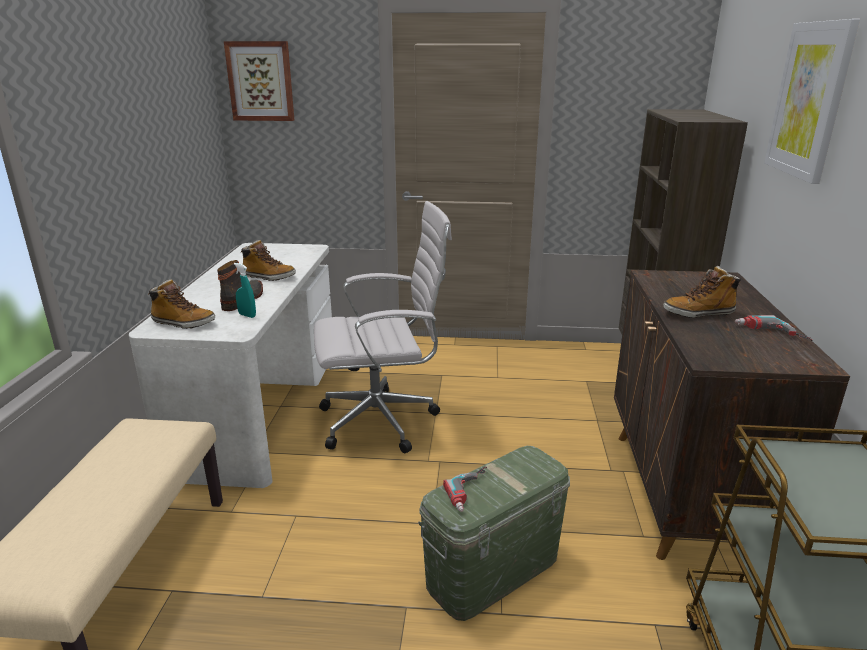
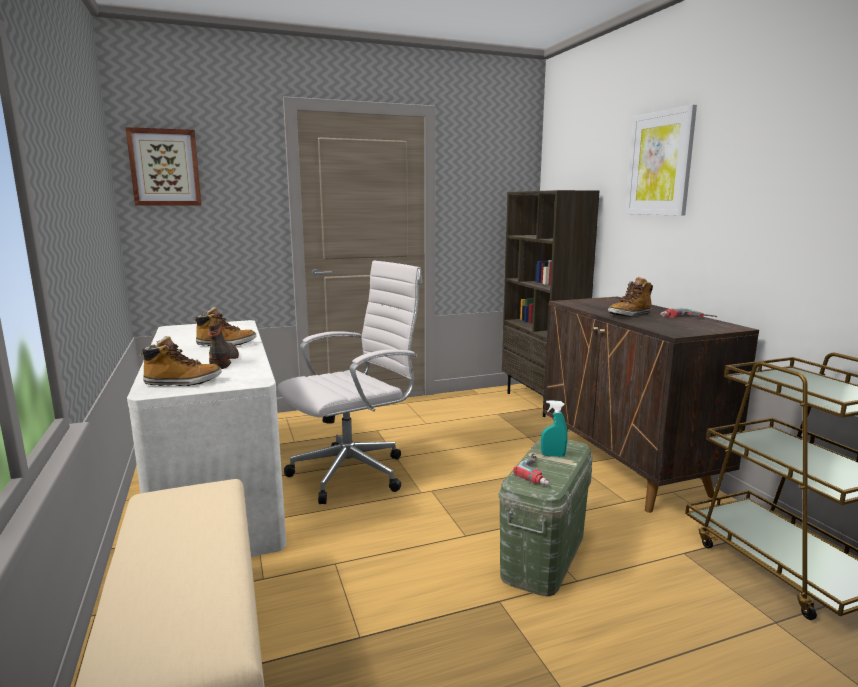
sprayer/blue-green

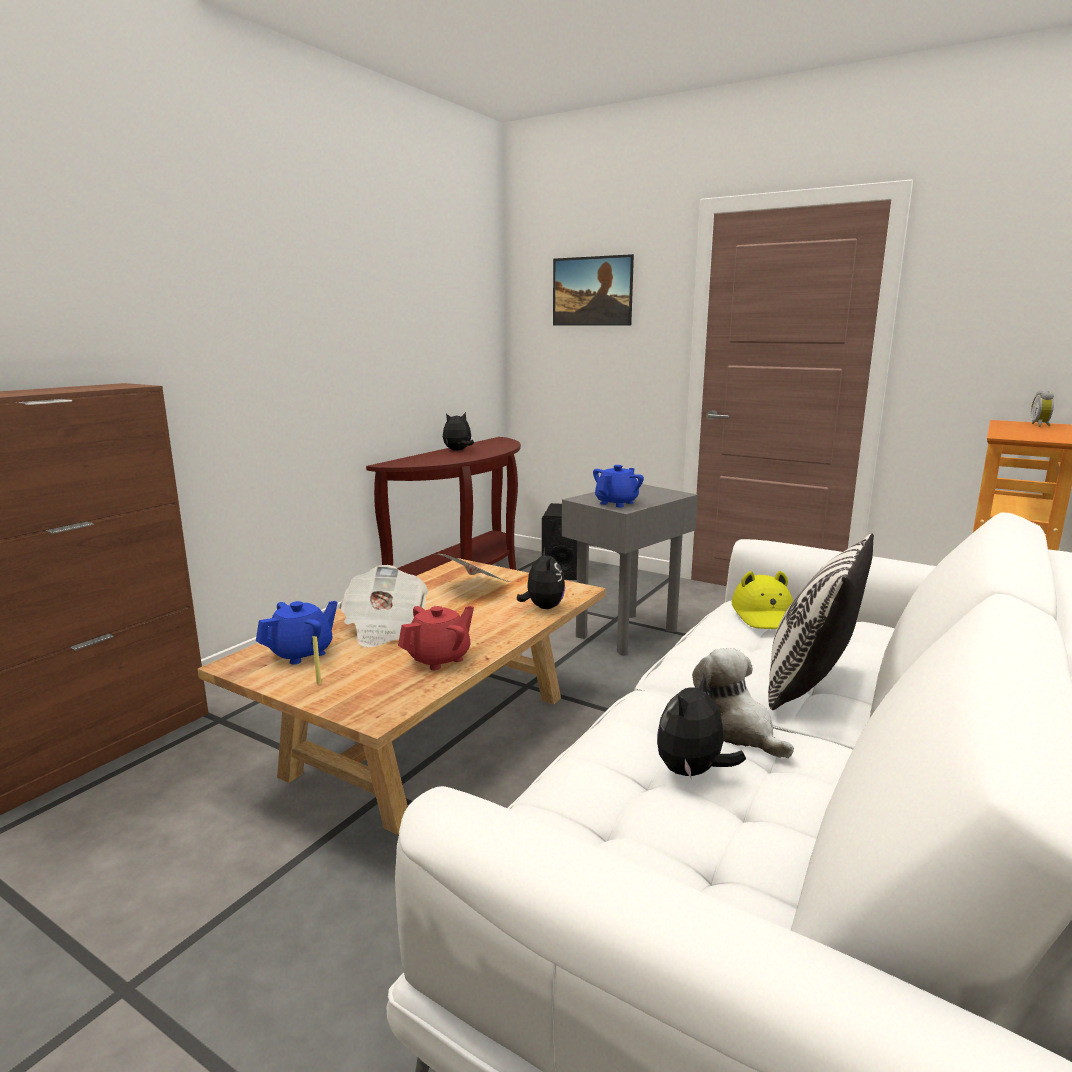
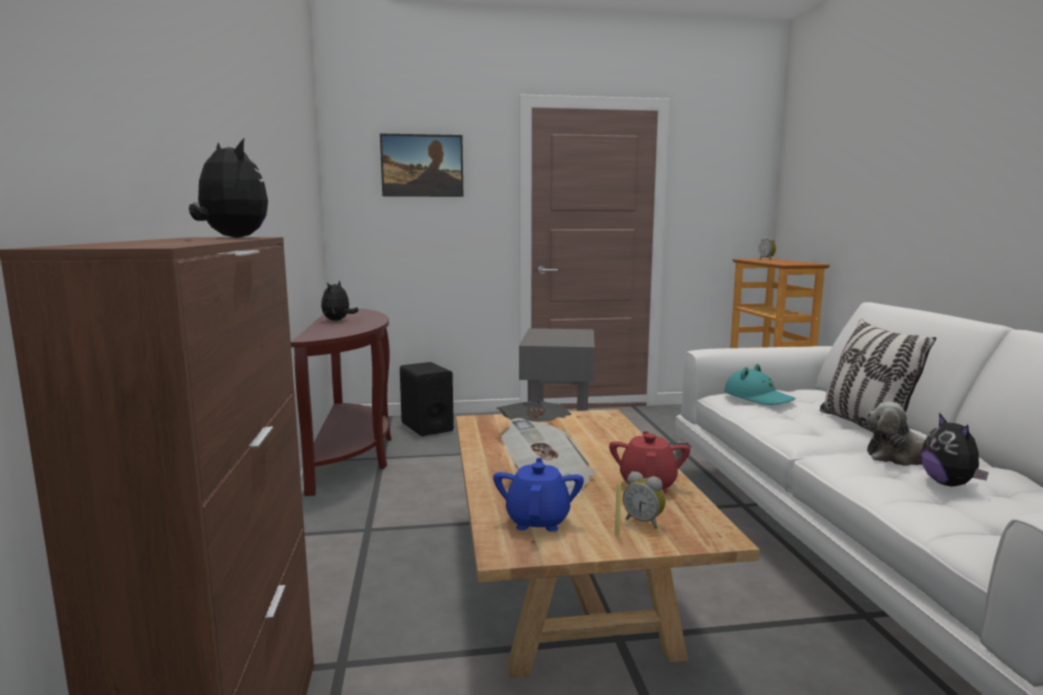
teapot/blue (no. 2 from left in the first image)
alarm clock (no. 1 from left)
soft toy (no. 1 from left)
hat/blue-green

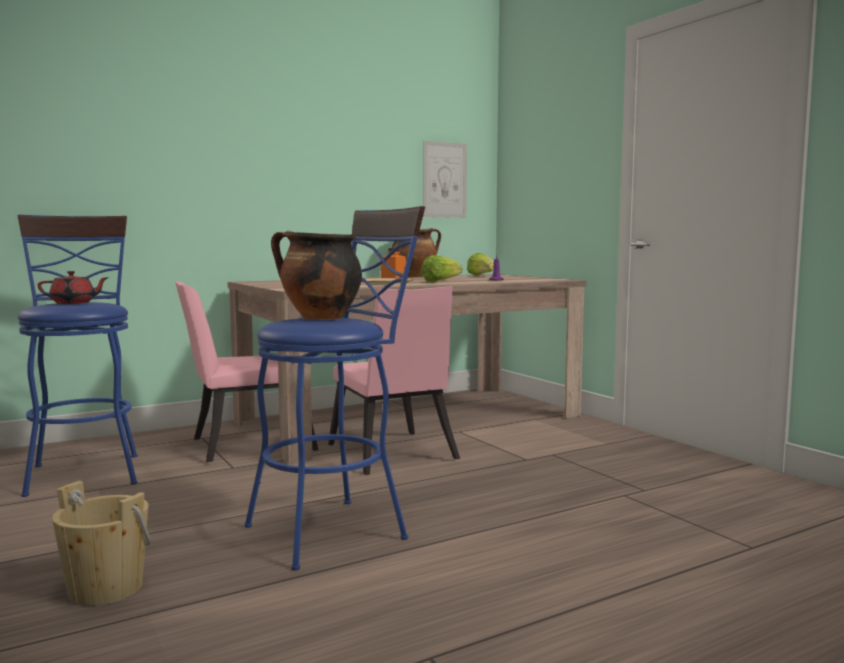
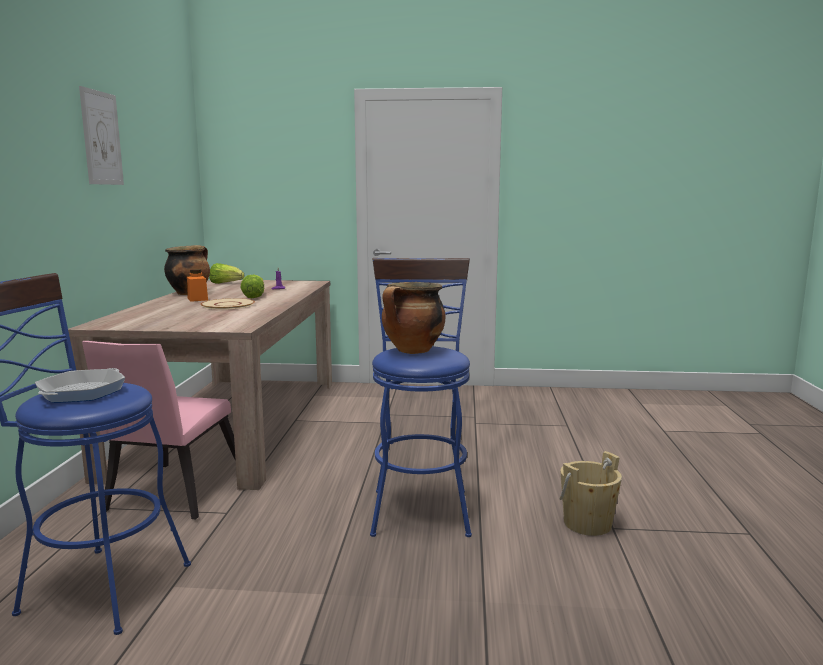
plain chair/pink (no. 2 from left in the first image)
bucket/beige-coloured
wall picture
skillet

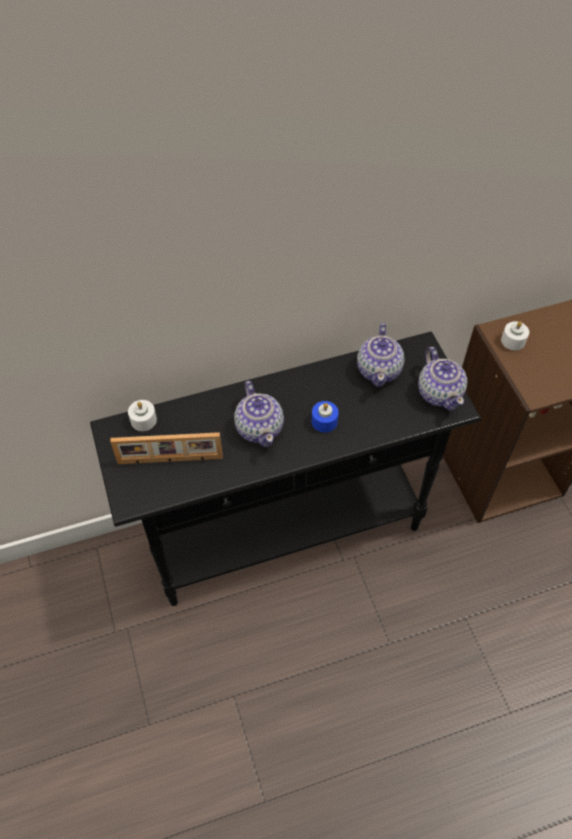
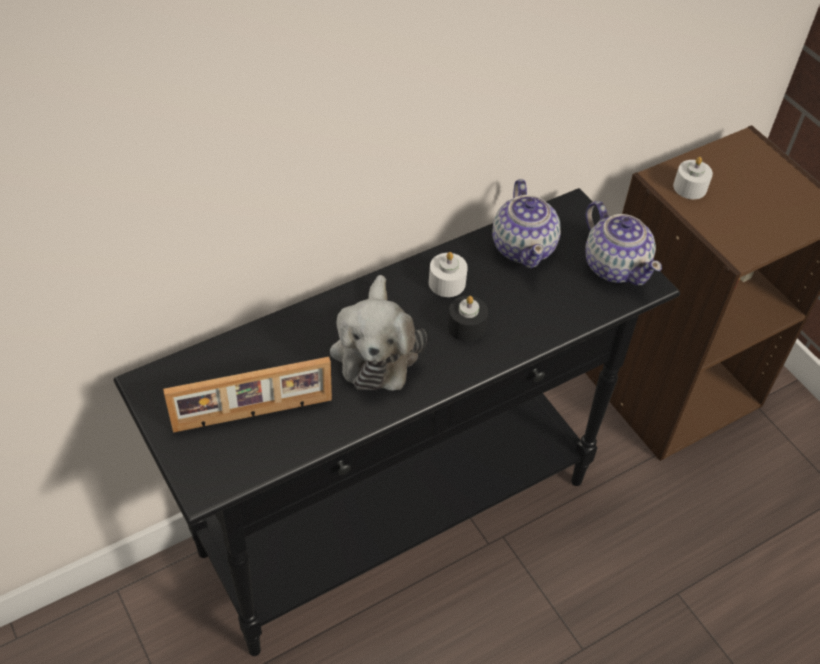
wax candle/white (no. 1 from left)
soft toy
wax candle/black-coloured

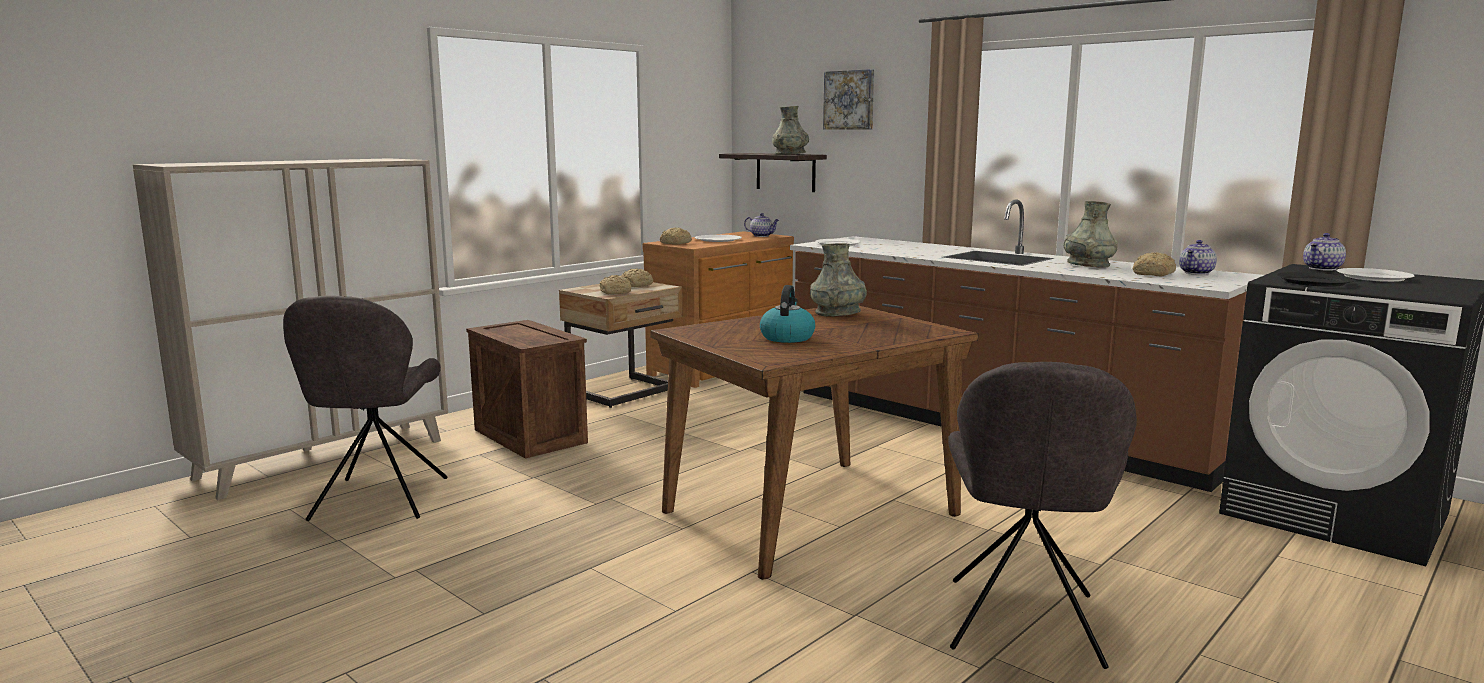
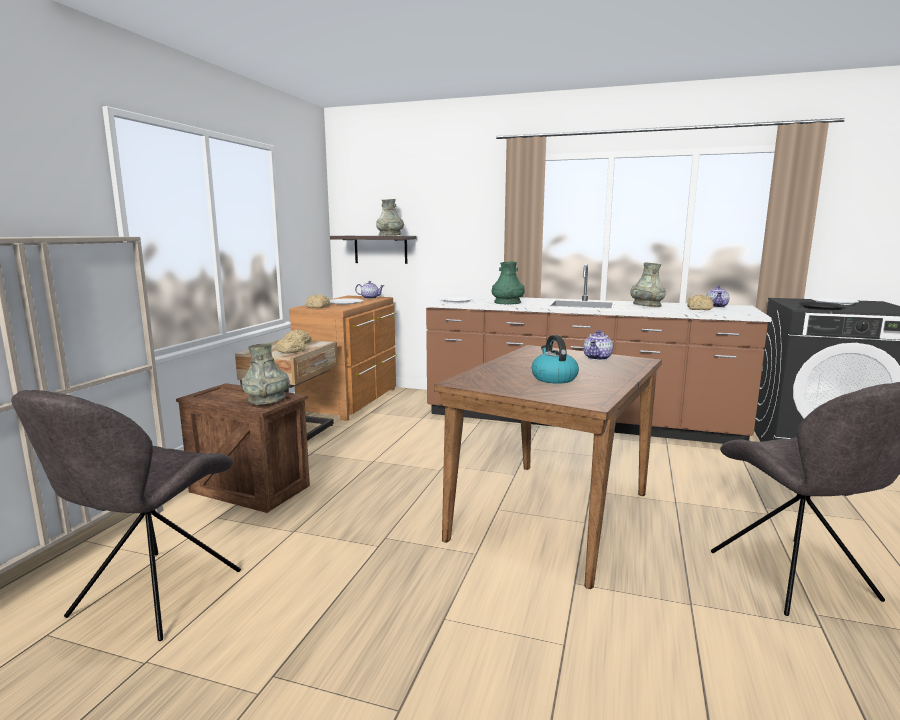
wall picture
decorative vase/green-coloured
decorative vase/grey (no. 1 from left)
teapot (no. 2 from left)
plain chair/grey (no. 1 from left)

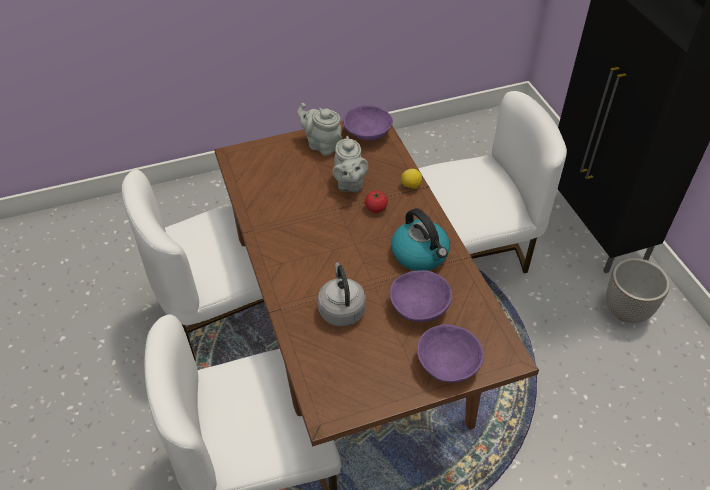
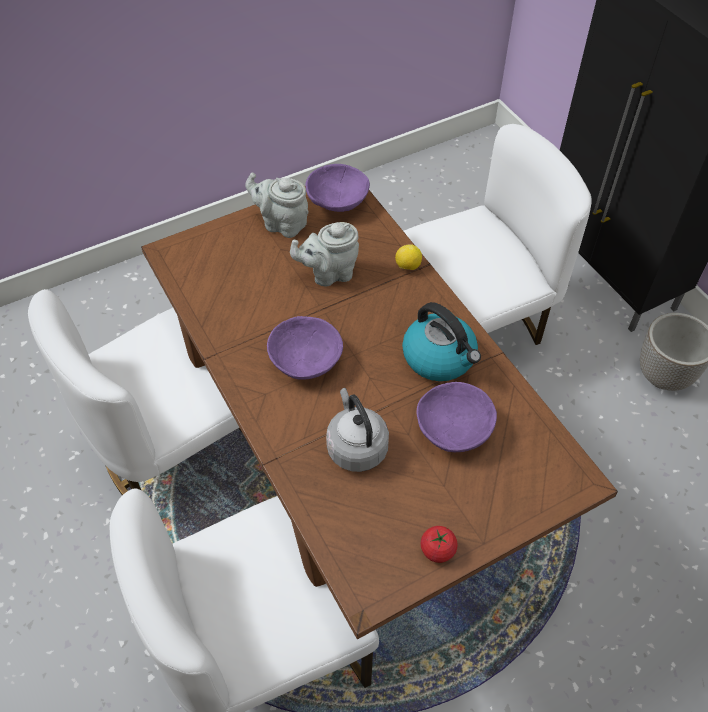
fresh tomato
bowl/purple (no. 1 from left)
teapot/grey (no. 2 from left)

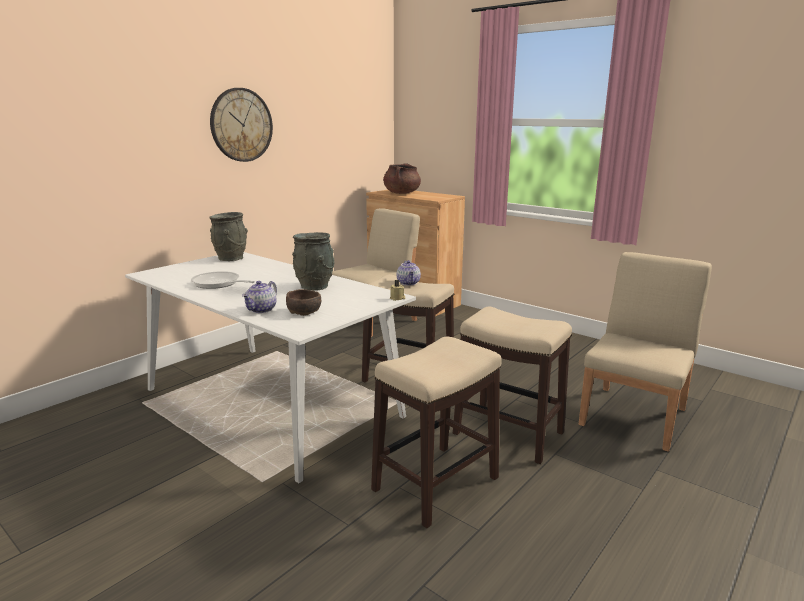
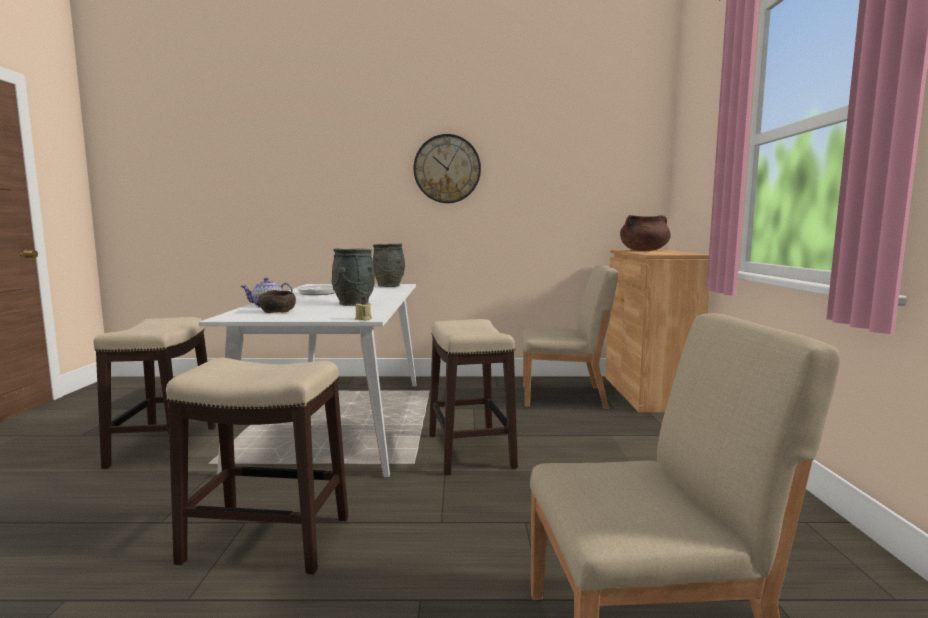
teapot (no. 2 from left in the first image)
stool seat (no. 1 from left)

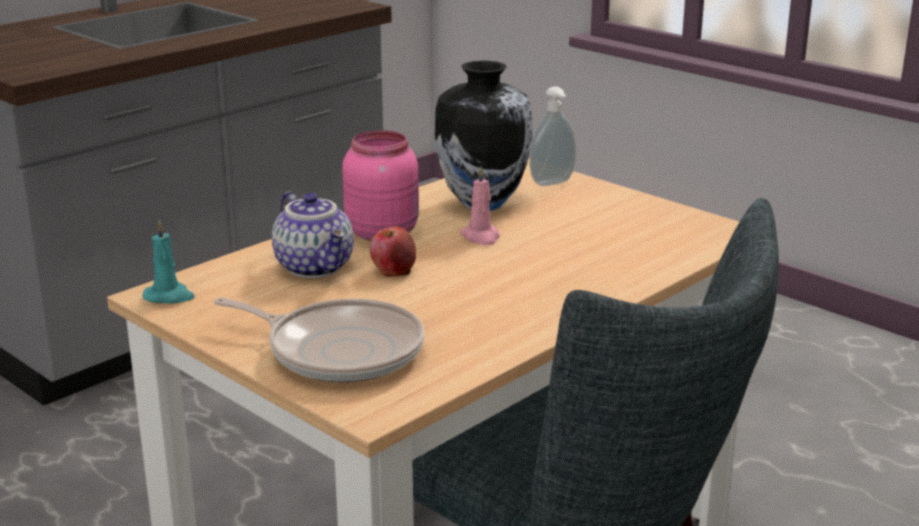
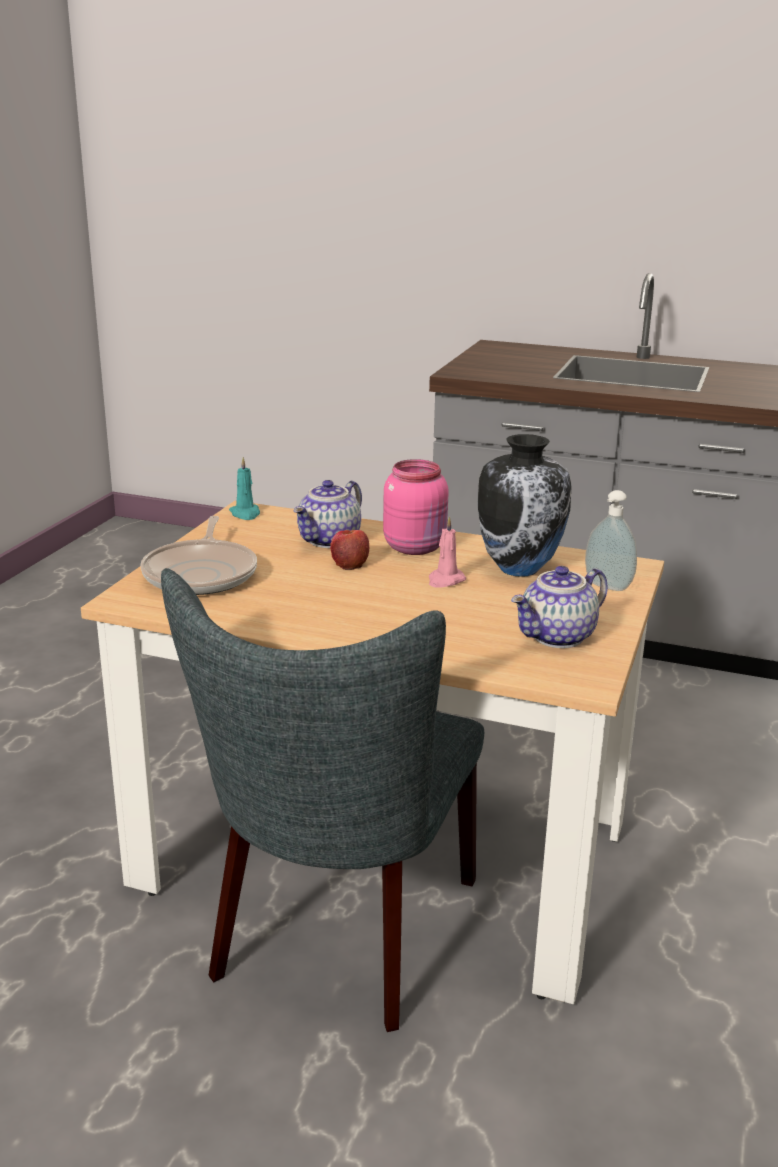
teapot (no. 2 from left)

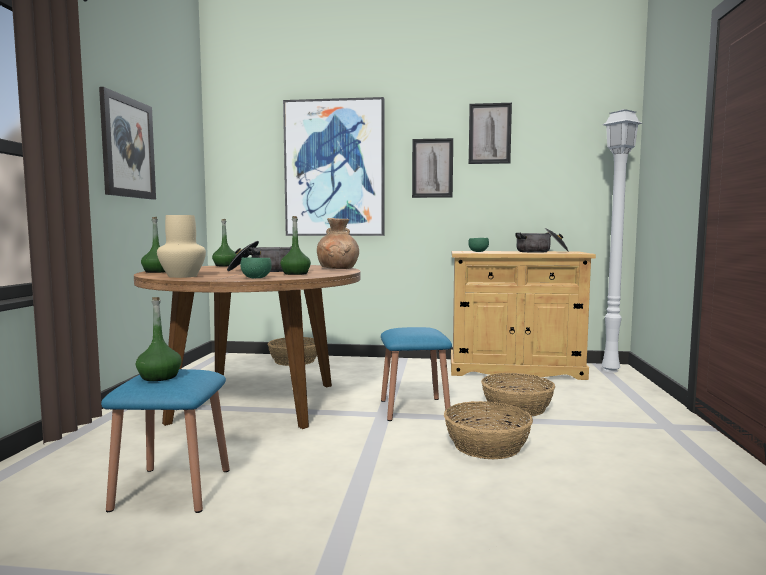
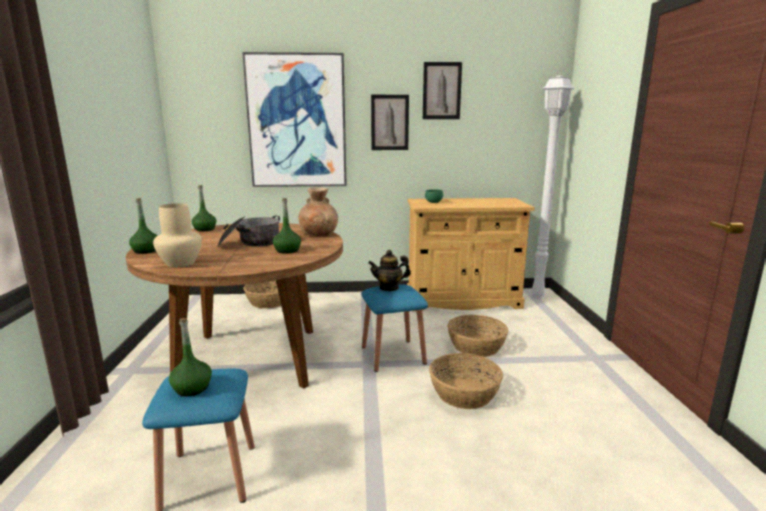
wall picture (no. 1 from left in the first image)
bowl/green-coloured (no. 1 from left in the first image)
cooking pot (no. 2 from left in the first image)
teapot

